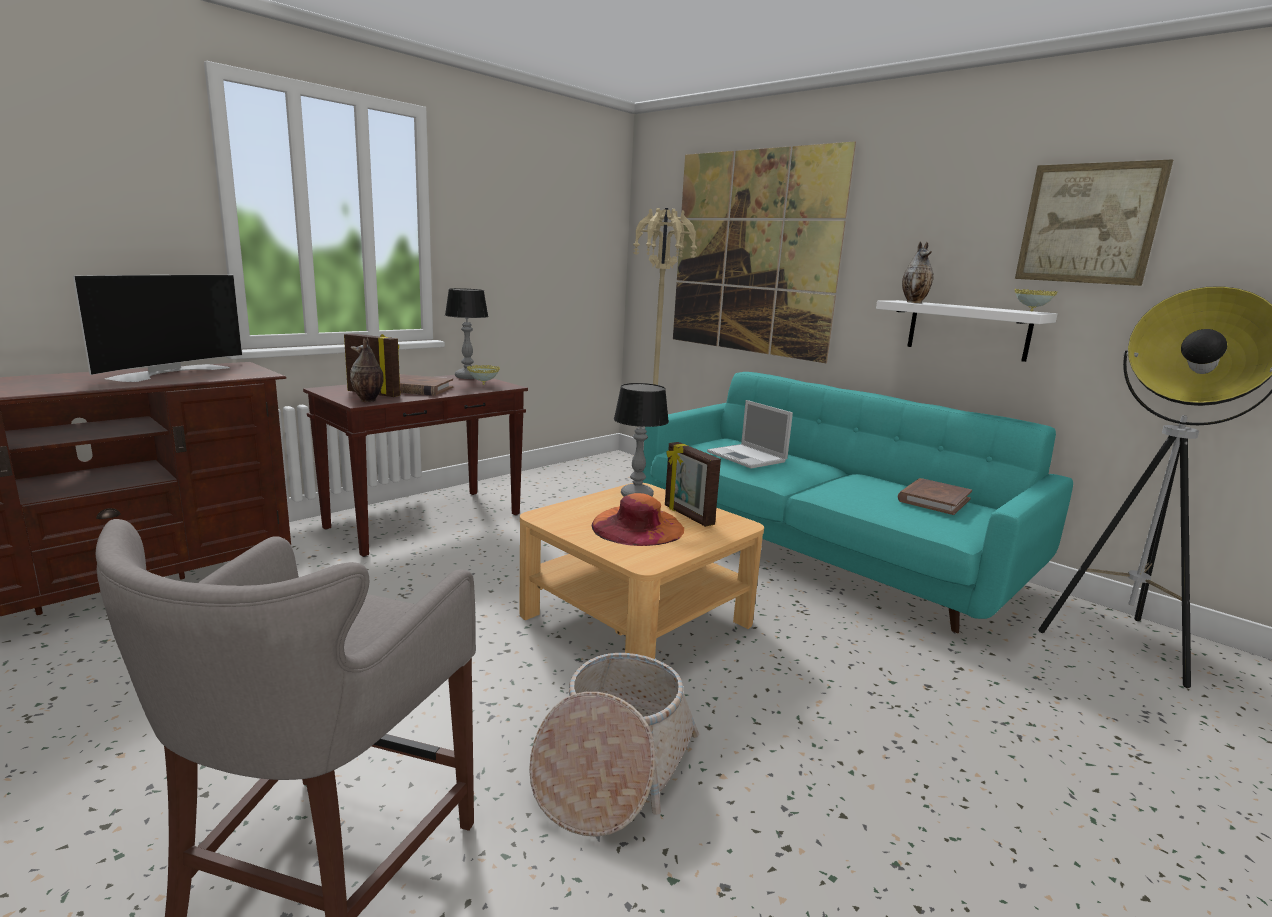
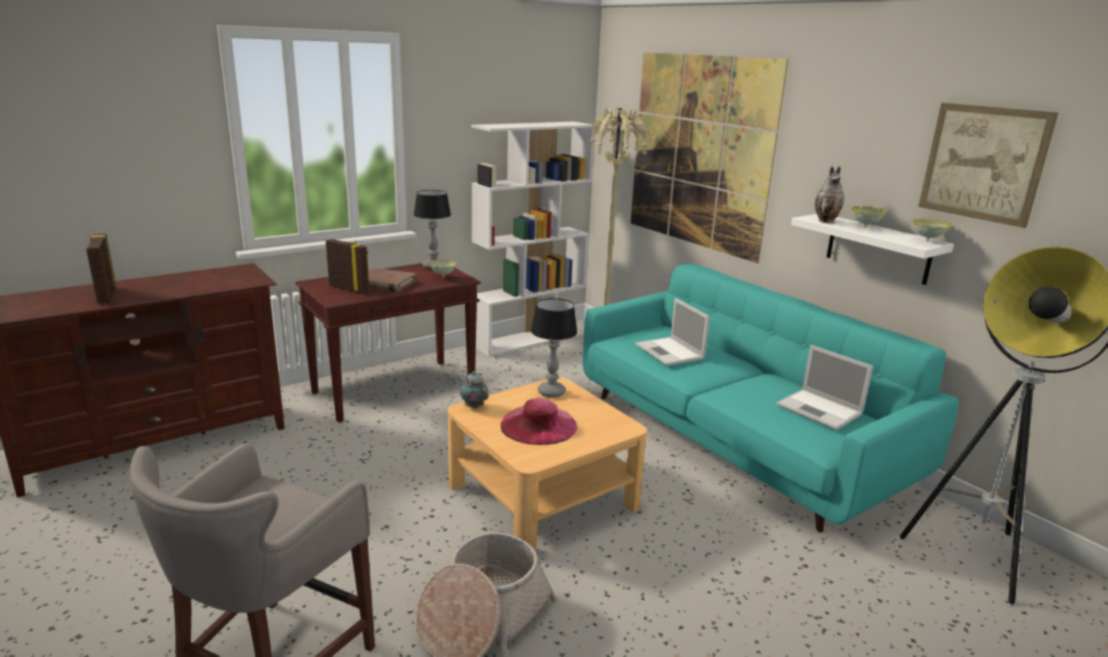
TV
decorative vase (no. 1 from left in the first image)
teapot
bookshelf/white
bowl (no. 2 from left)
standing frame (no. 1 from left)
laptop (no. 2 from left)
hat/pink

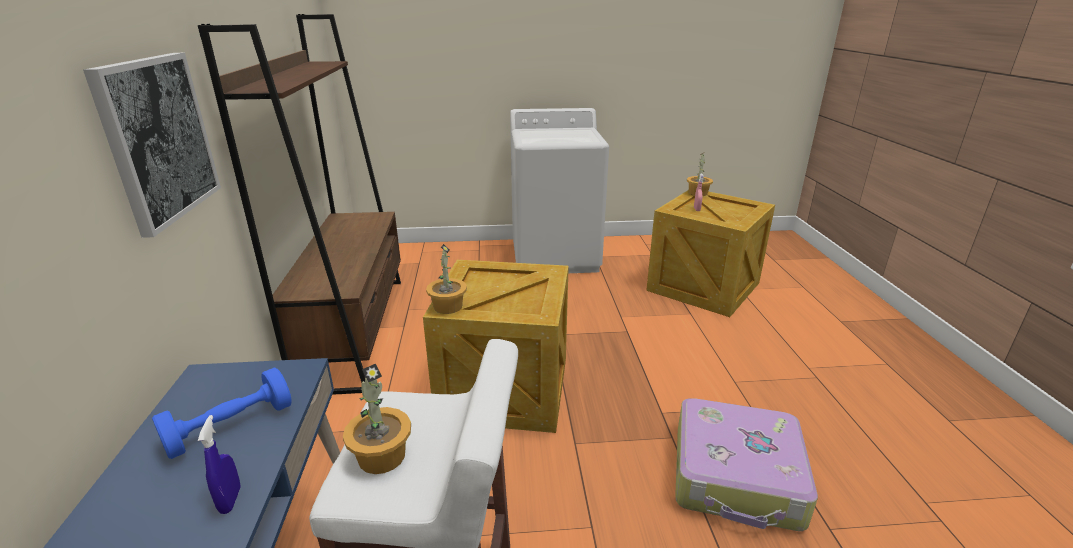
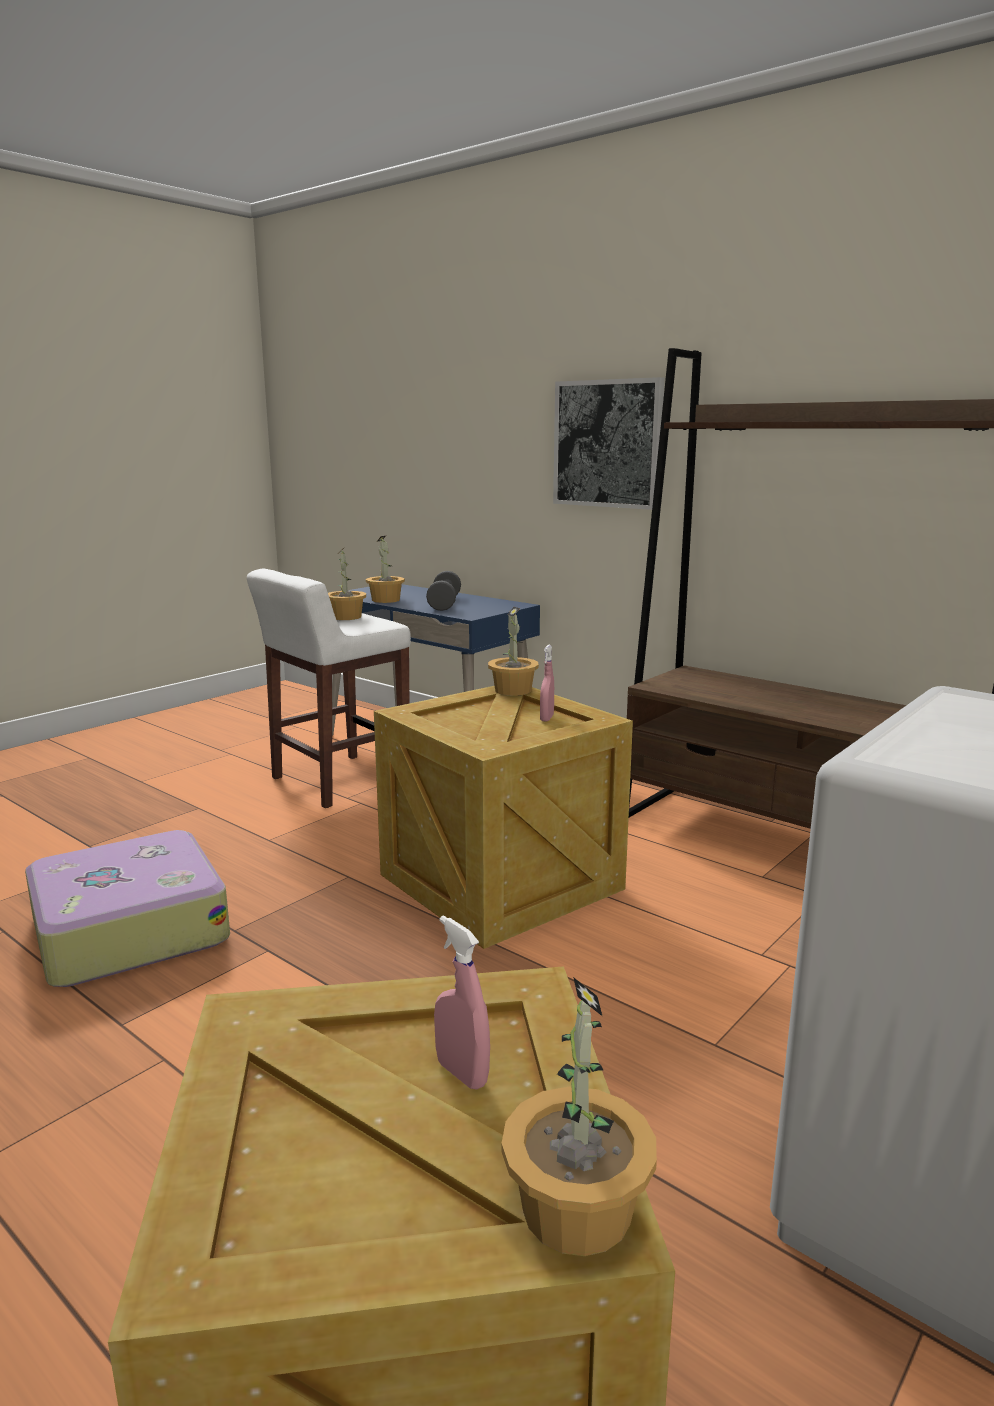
sprayer/pink (no. 2 from left)
plant in a pot (no. 2 from left)
hand weight/grey

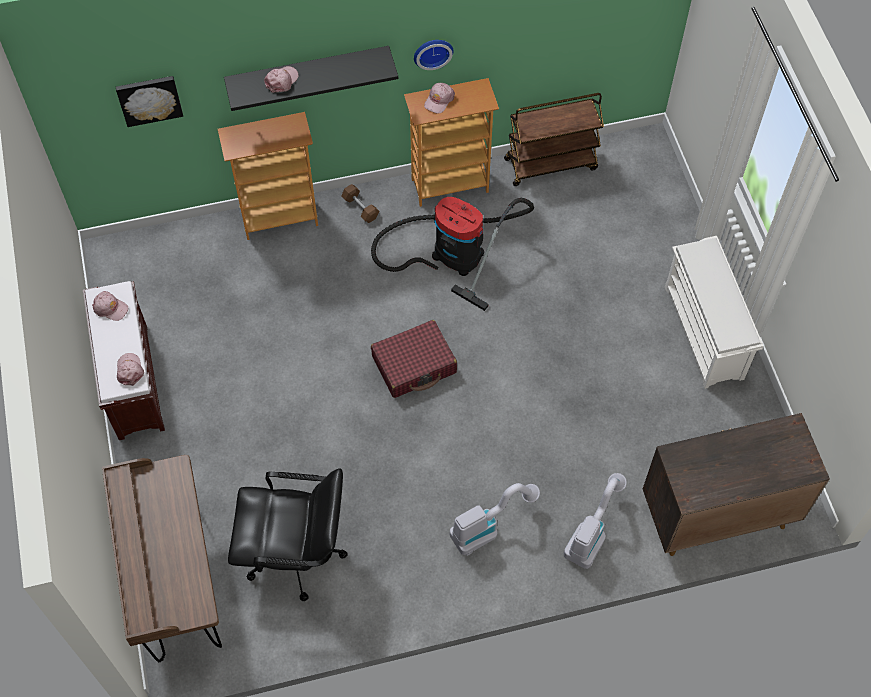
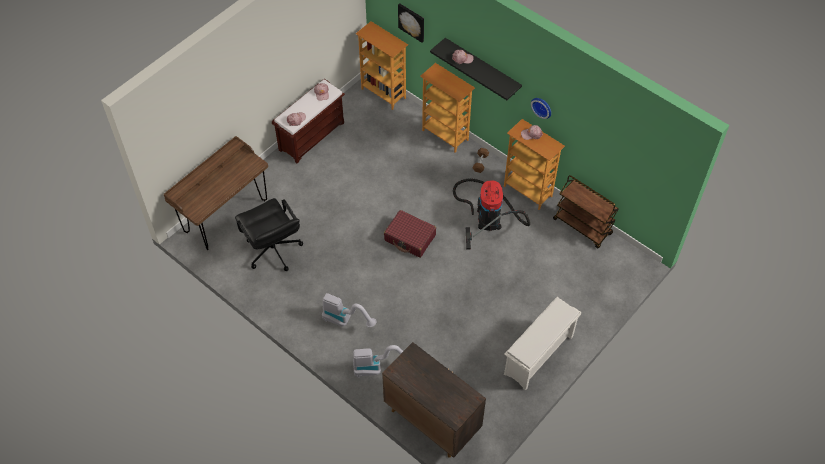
bookshelf (no. 1 from left)

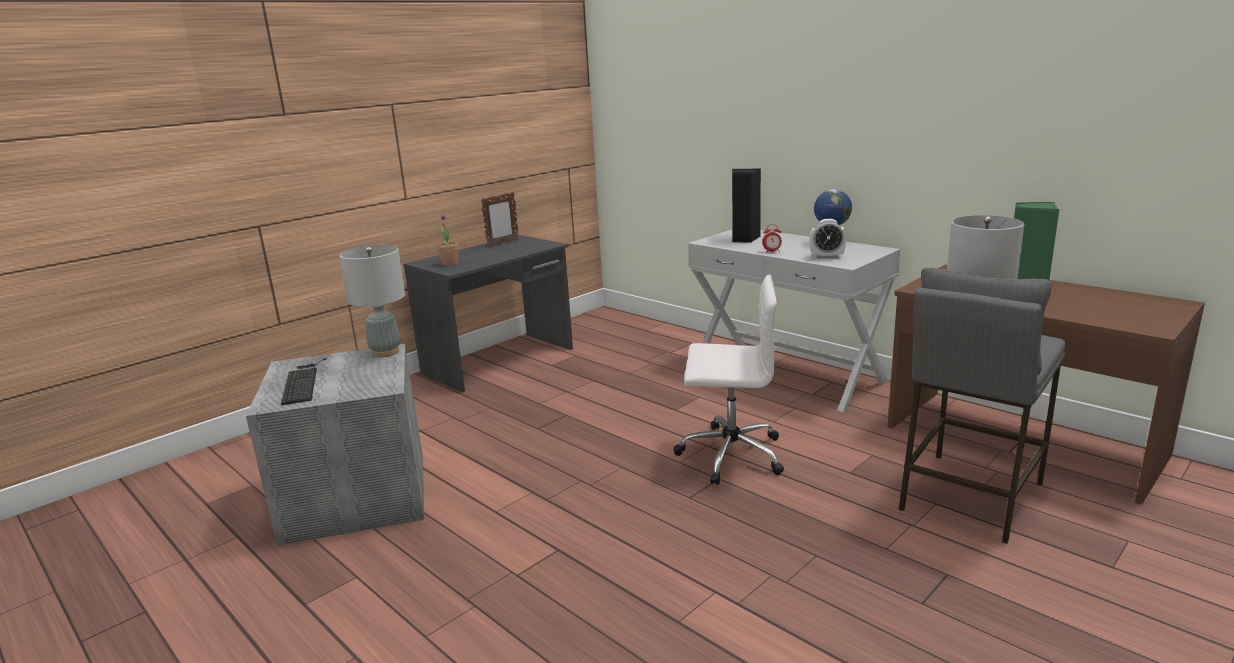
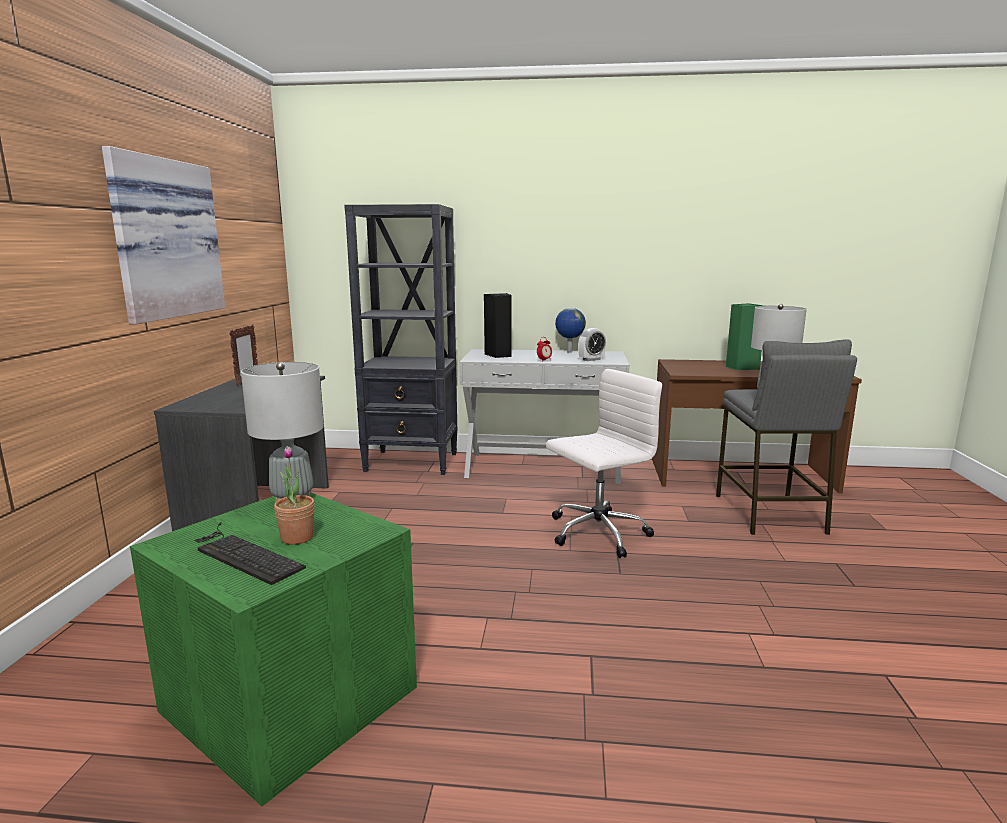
wall picture
bookshelf/black-coloured
plant in a pot
storage container/green-coloured

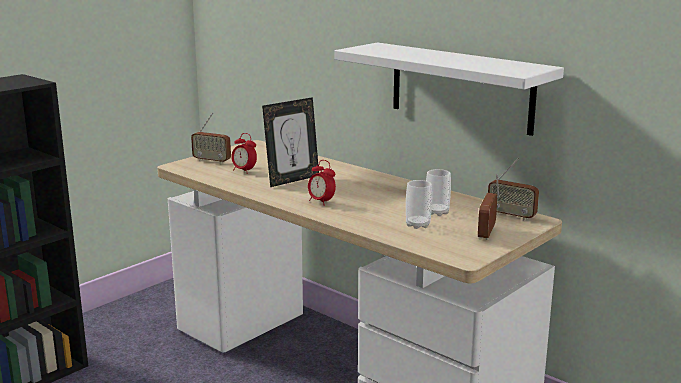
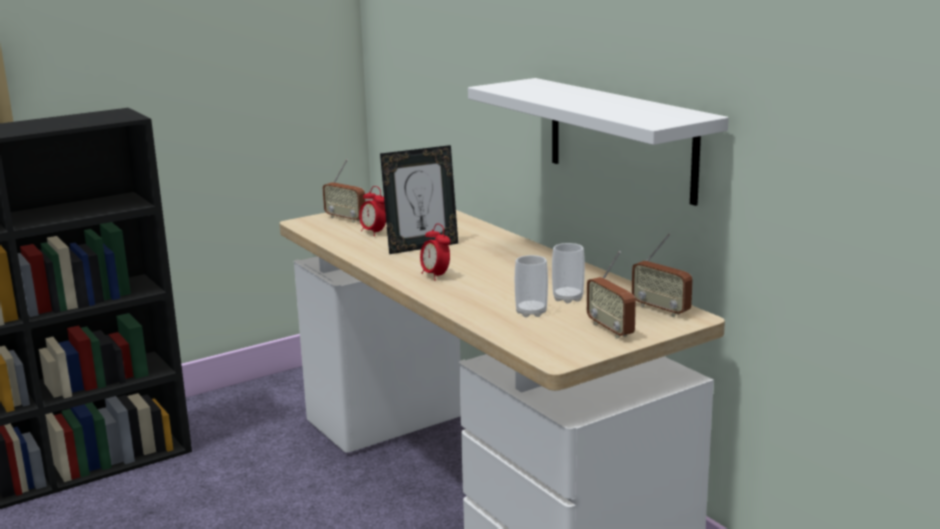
radio set (no. 2 from left)

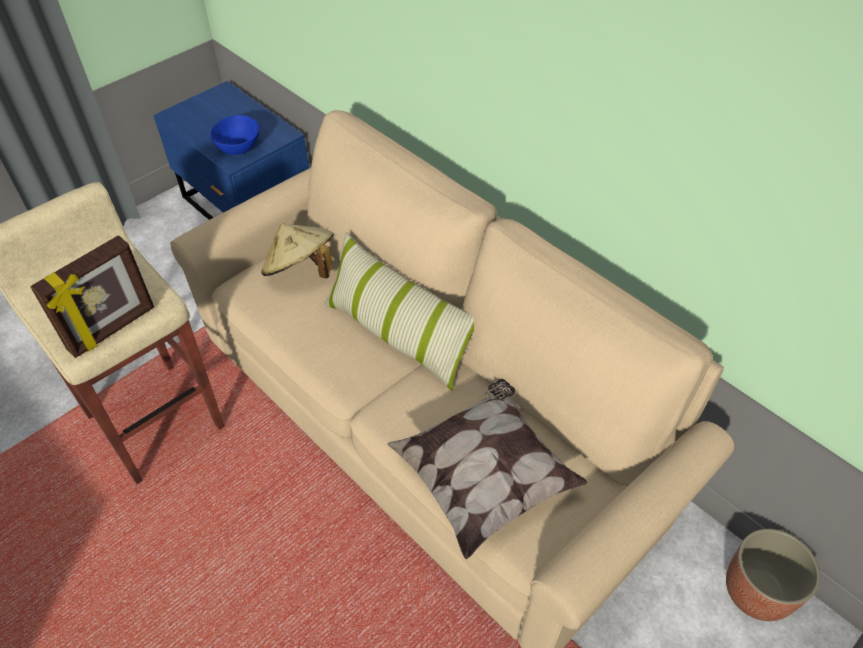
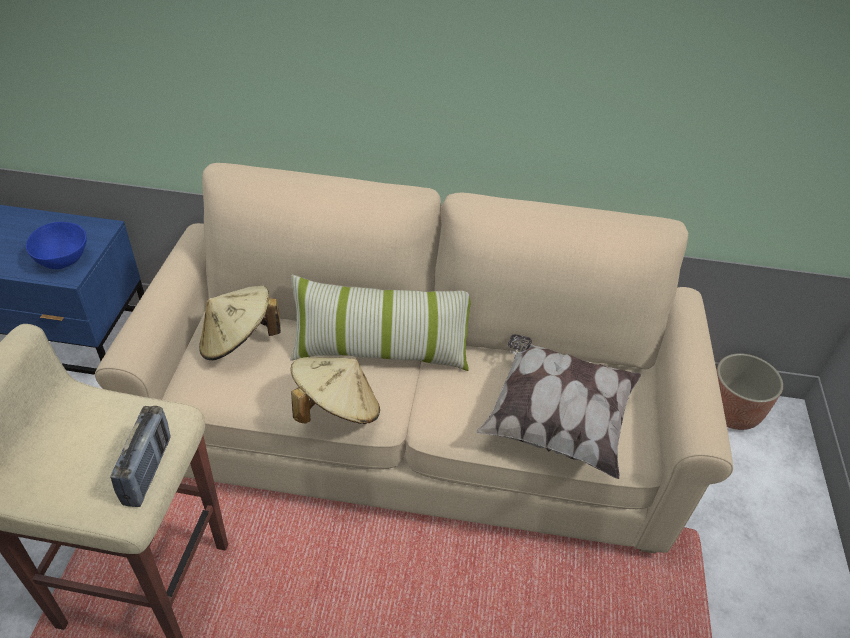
hat/beige-coloured (no. 2 from left)
radio set

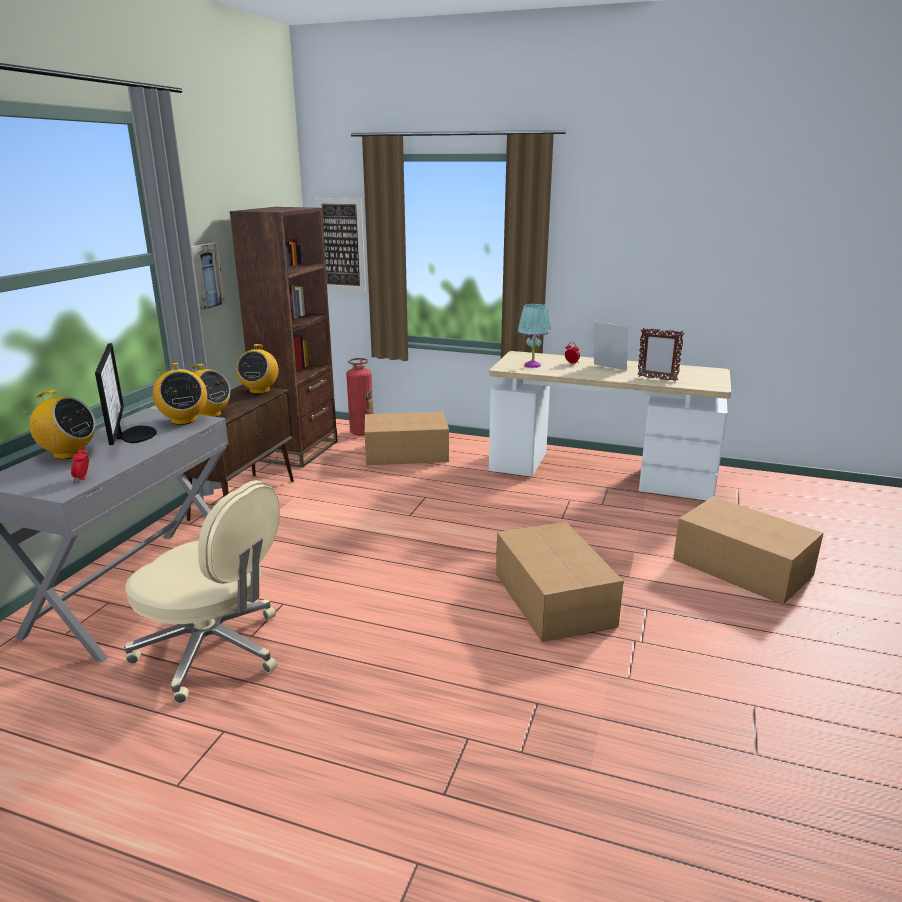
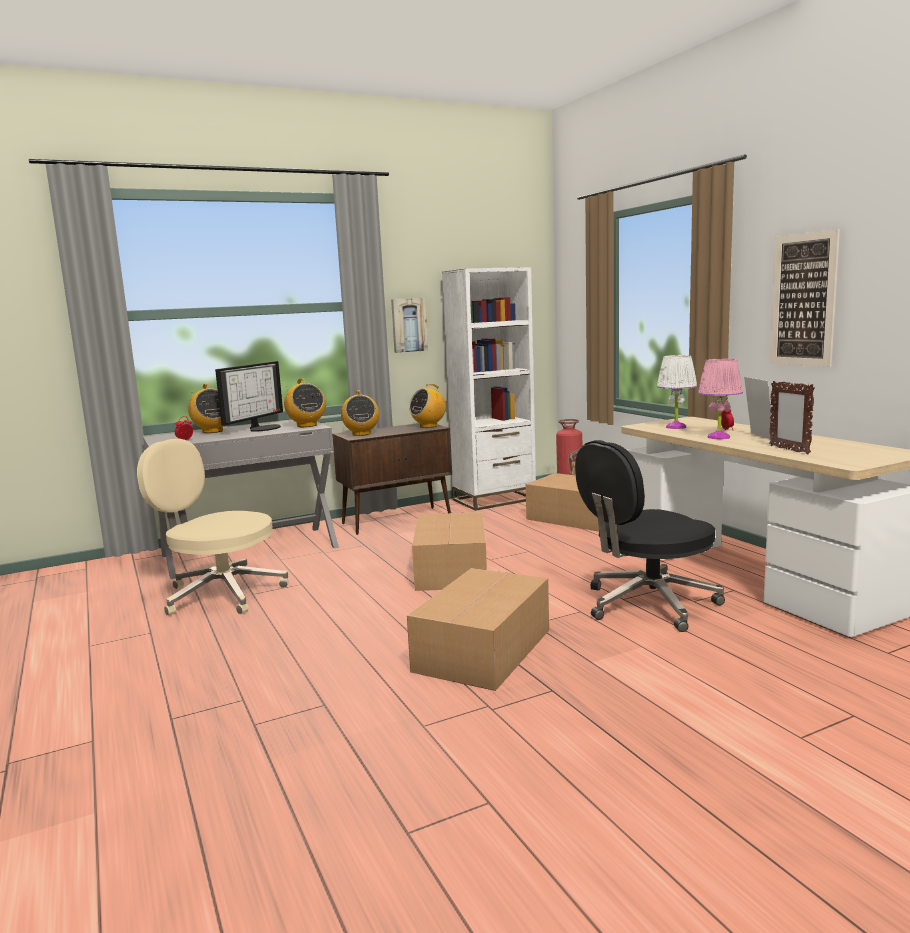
office chair/black-coloured
lamp for a table/pink
wall picture (no. 2 from left)
carton (no. 1 from left)
bookshelf/white
lamp for a table/white
office chair/beige-coloured
radio set (no. 2 from left)

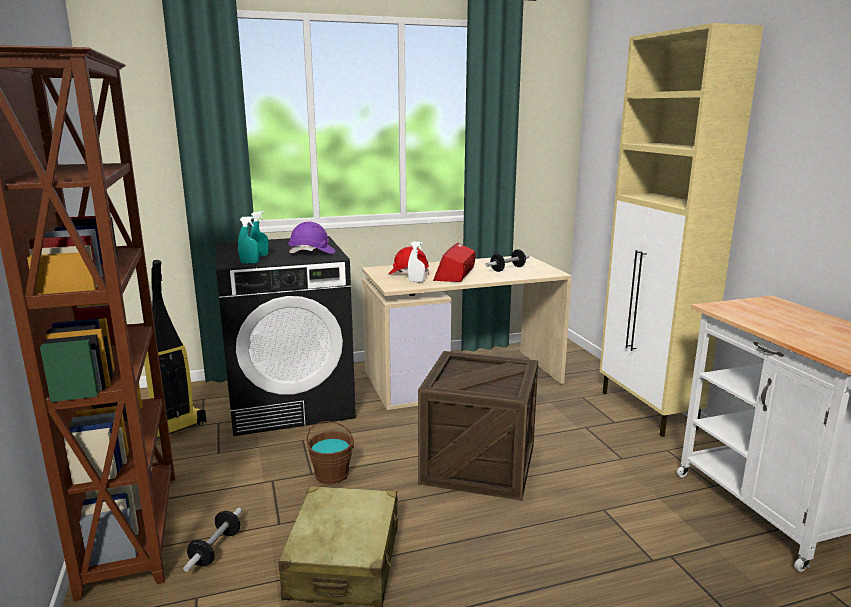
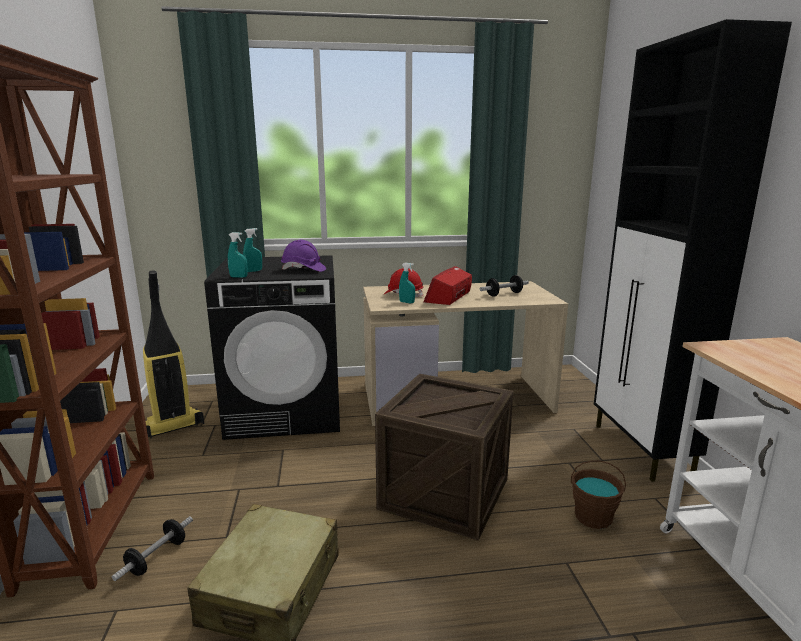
bucket/brown-coloured
sprayer/blue-green (no. 3 from left)
storage cabinet/black-coloured

